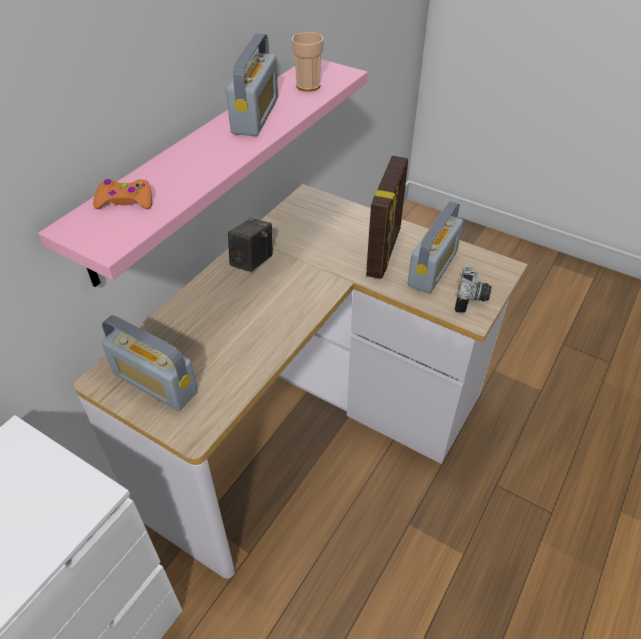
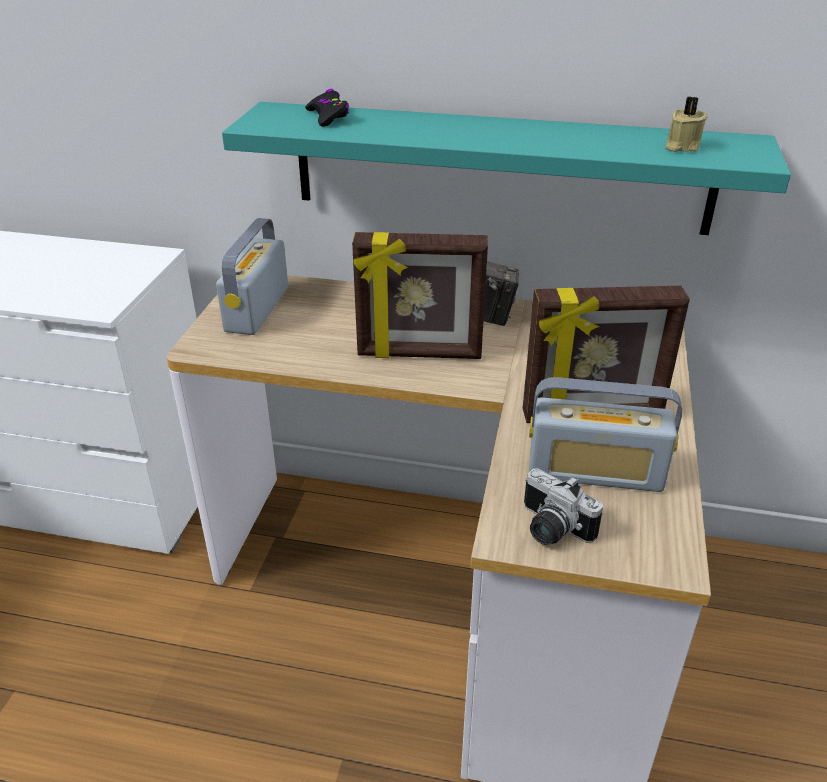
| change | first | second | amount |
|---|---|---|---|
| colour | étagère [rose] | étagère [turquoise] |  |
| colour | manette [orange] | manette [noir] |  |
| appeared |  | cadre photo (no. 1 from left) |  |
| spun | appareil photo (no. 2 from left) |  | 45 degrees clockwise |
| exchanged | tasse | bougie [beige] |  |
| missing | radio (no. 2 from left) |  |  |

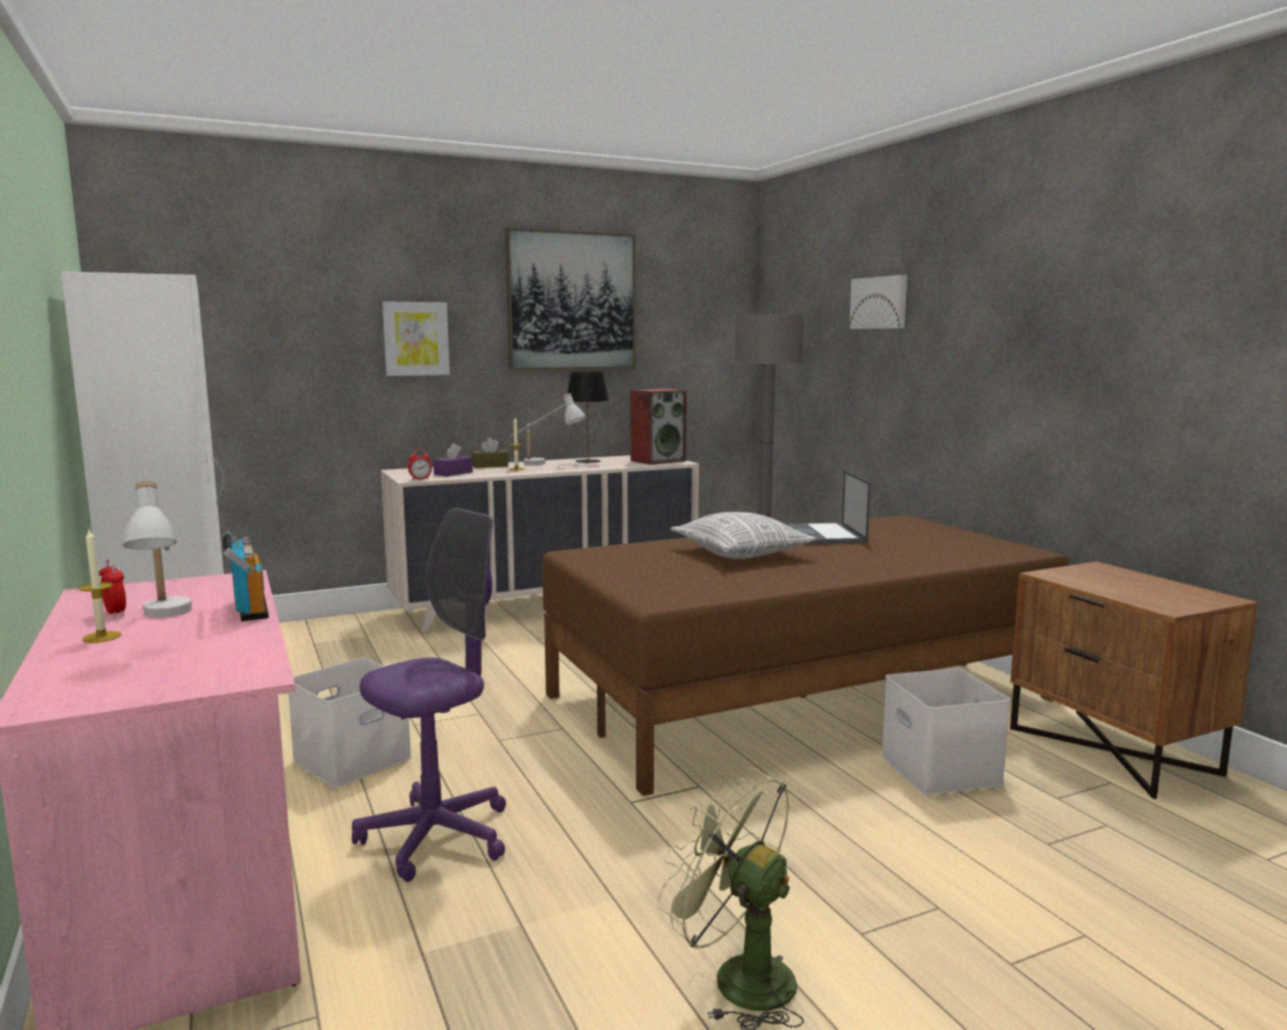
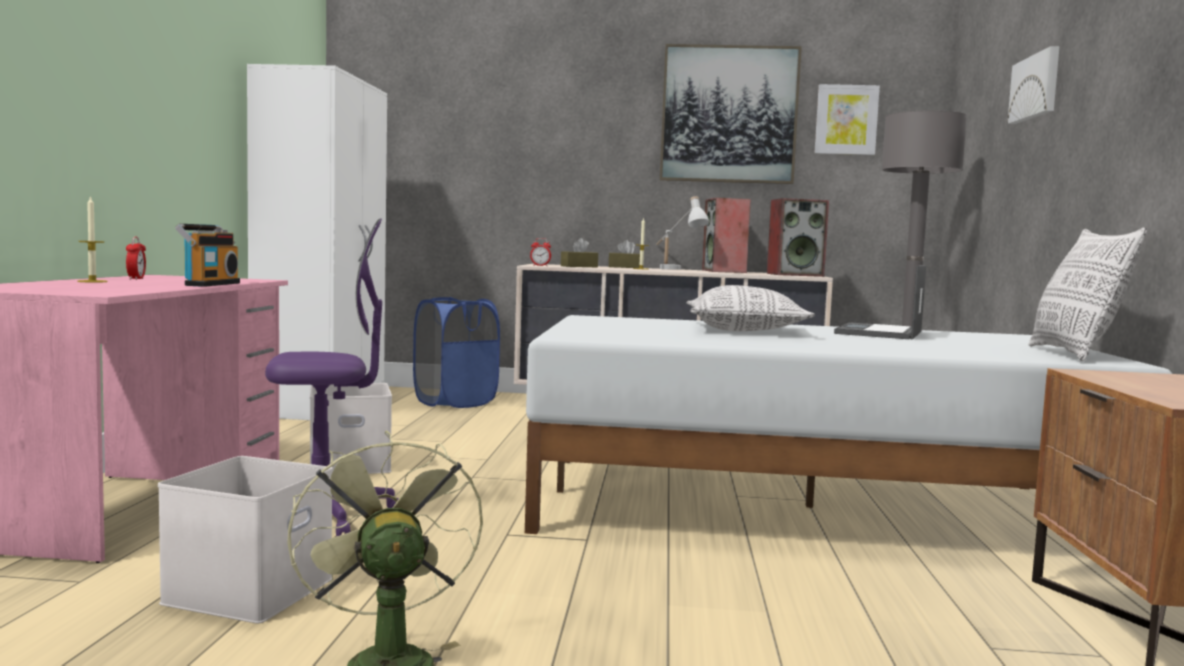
| change | first | second | amount |
|---|---|---|---|
| relocated | boîte de rangement [blanc] (no. 2 from left in the first image) | boîte de rangement [blanc] (no. 1 from left) |  |
| appeared |  | panier à linge [bleu] |  |
| colour | lit [marron] | lit [blanc] |  |
| colour | boîte à mouchoirs [violet] | boîte à mouchoirs [marron] (no. 1 from left) |  |
| exchanged | lampe de table [noir] | enceinte (no. 1 from left) |  |
| relocated | tableau (no. 1 from left in the first image) | tableau (no. 2 from left) |  |
| appeared |  | coussin (no. 2 from left) |  |
| missing | lampe de table [blanc] (no. 1 from left) |  |  |

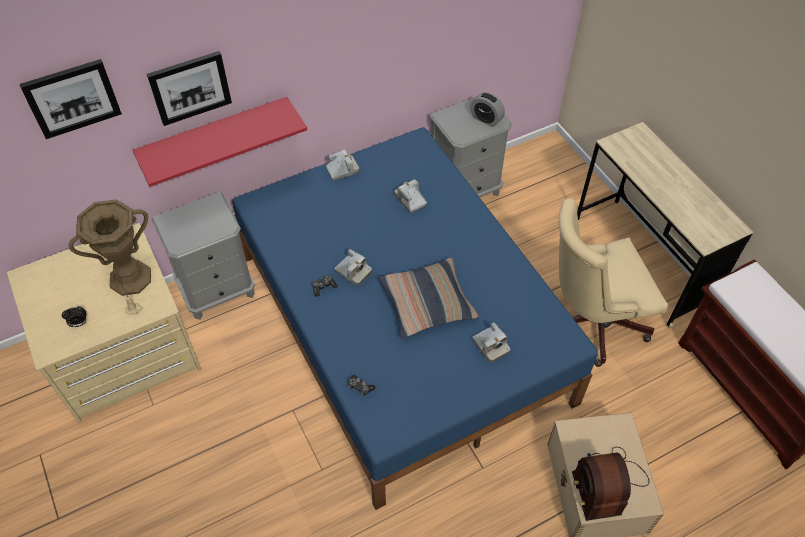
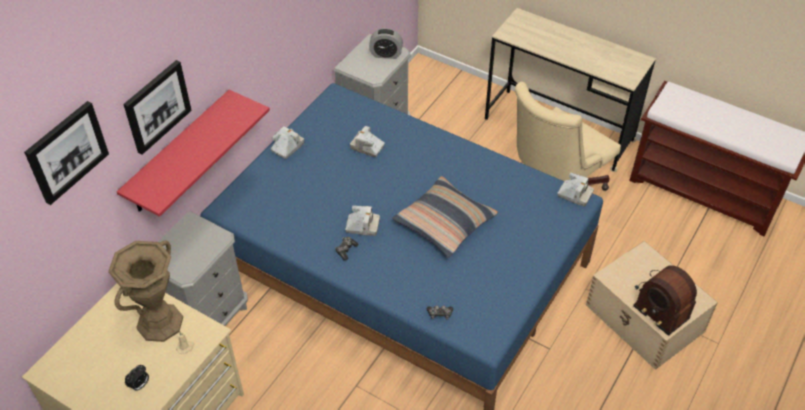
| change | first | second | amount |
|---|---|---|---|
| relocated | appareil photo (no. 4 from left) |  |  |

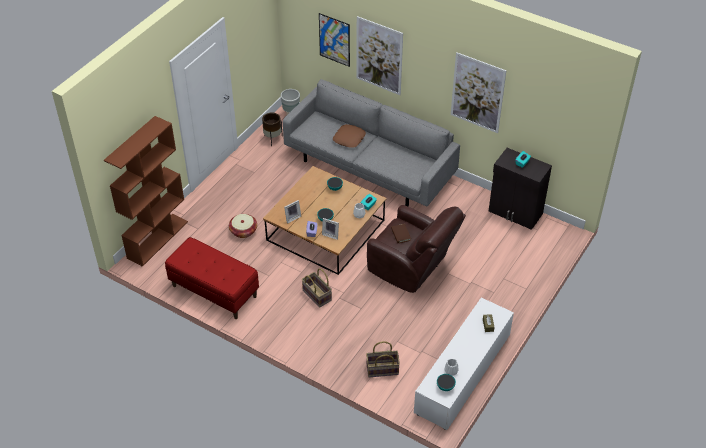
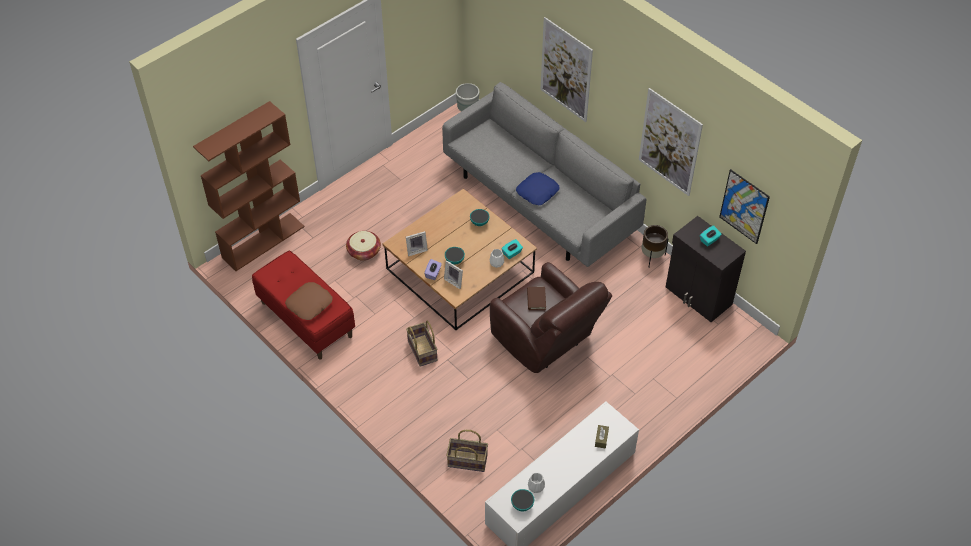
| change | first | second | amount |
|---|---|---|---|
| relocated | coussin [marron] |  |  |
| appeared |  | coussin [bleu] |  |
| relocated | cache-pot [marron] |  |  |
| relocated | tableau (no. 1 from left in the first image) | tableau (no. 3 from left) |  |

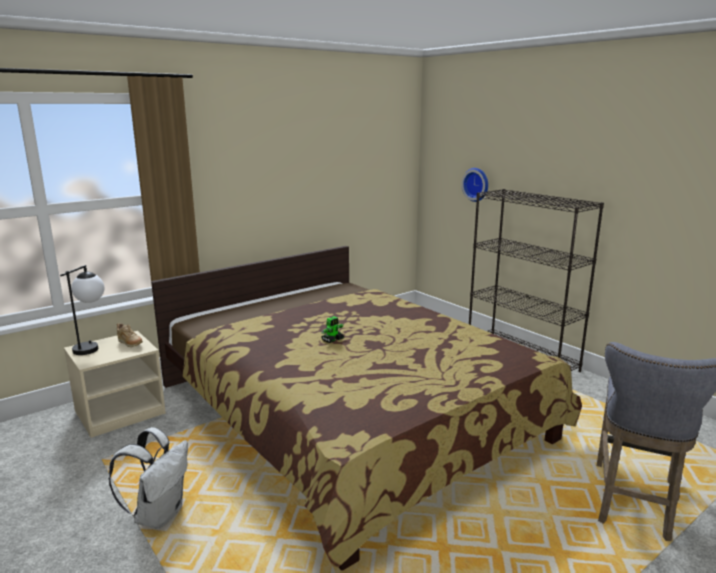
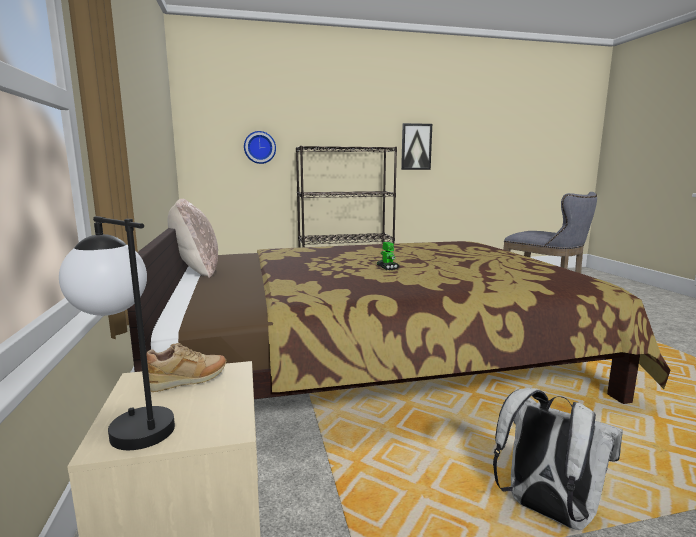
| change | first | second | amount |
|---|---|---|---|
| appeared |  | coussin [beige] |  |
| appeared |  | tableau |  |

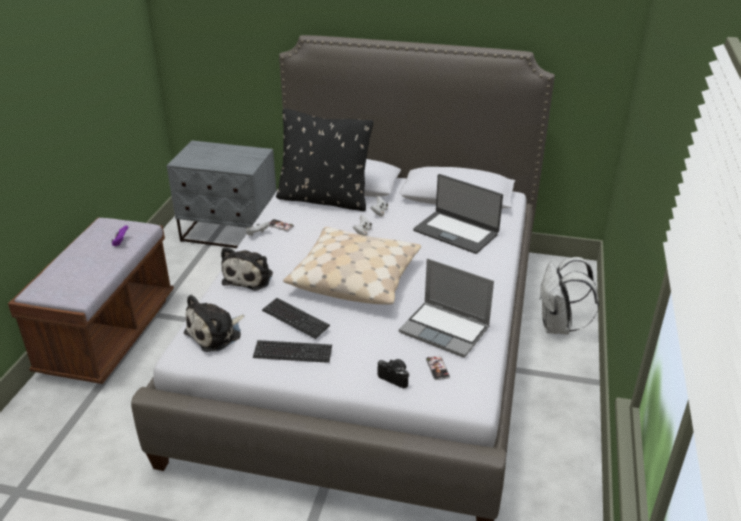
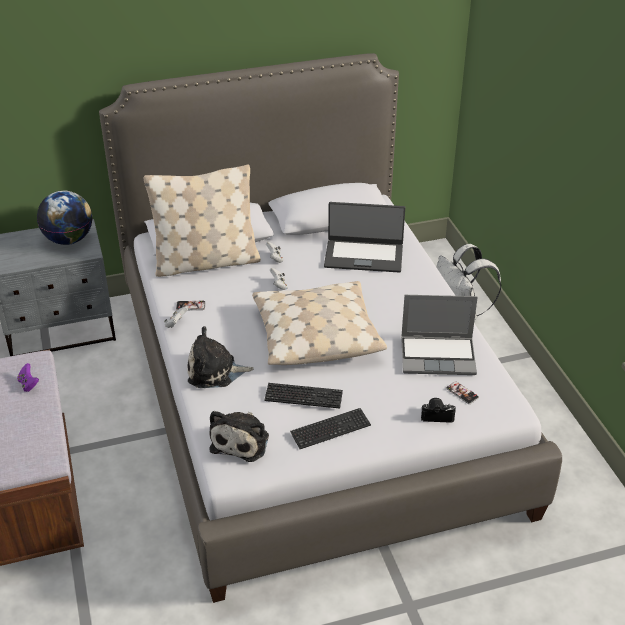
| change | first | second | amount |
|---|---|---|---|
| appeared |  | globe |  |
| colour | coussin [noir] | coussin [beige] (no. 1 from left) |  |
| spun | peluche (no. 2 from left in the first image) | peluche (no. 1 from left) | 105 degrees clockwise |

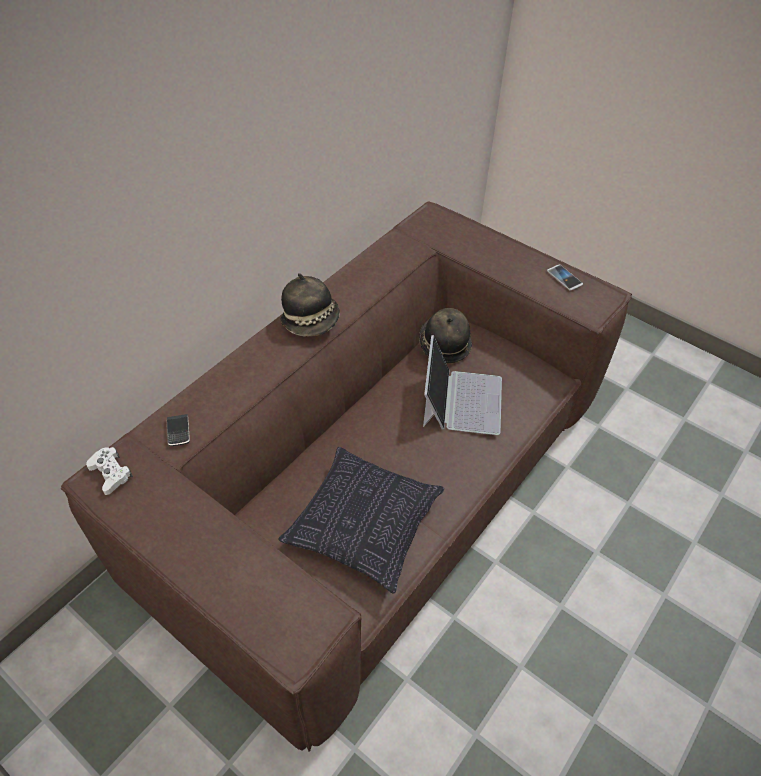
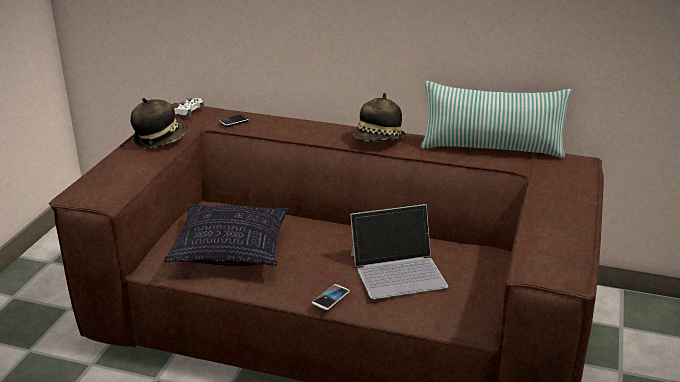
| change | first | second | amount |
|---|---|---|---|
| relocated | chapeau (no. 2 from left in the first image) | chapeau (no. 1 from left) |  |
| relocated | téléphone (no. 2 from left) |  |  |
| appeared |  | coussin (no. 2 from left) |  |

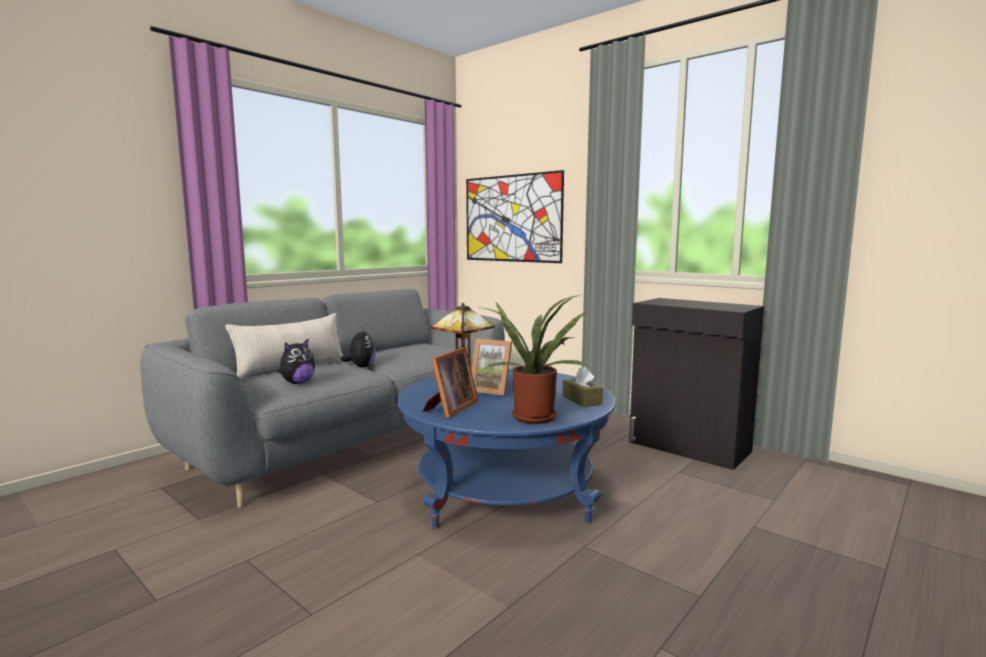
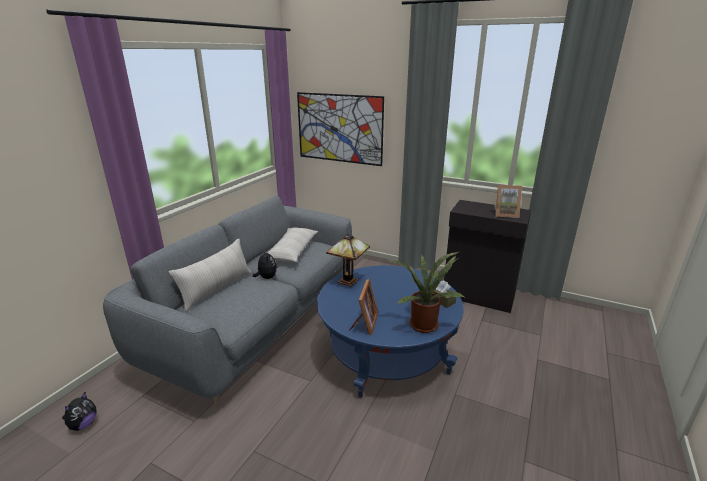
| change | first | second | amount |
|---|---|---|---|
| relocated | peluche (no. 1 from left) |  |  |
| appeared |  | coussin [beige] (no. 2 from left) |  |
| relocated | cadre photo (no. 2 from left) |  |  |

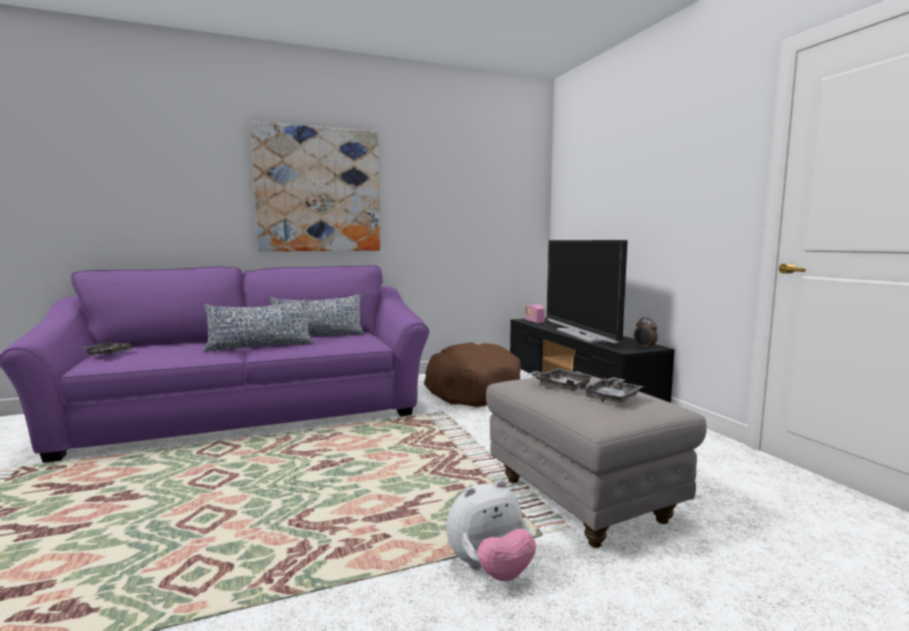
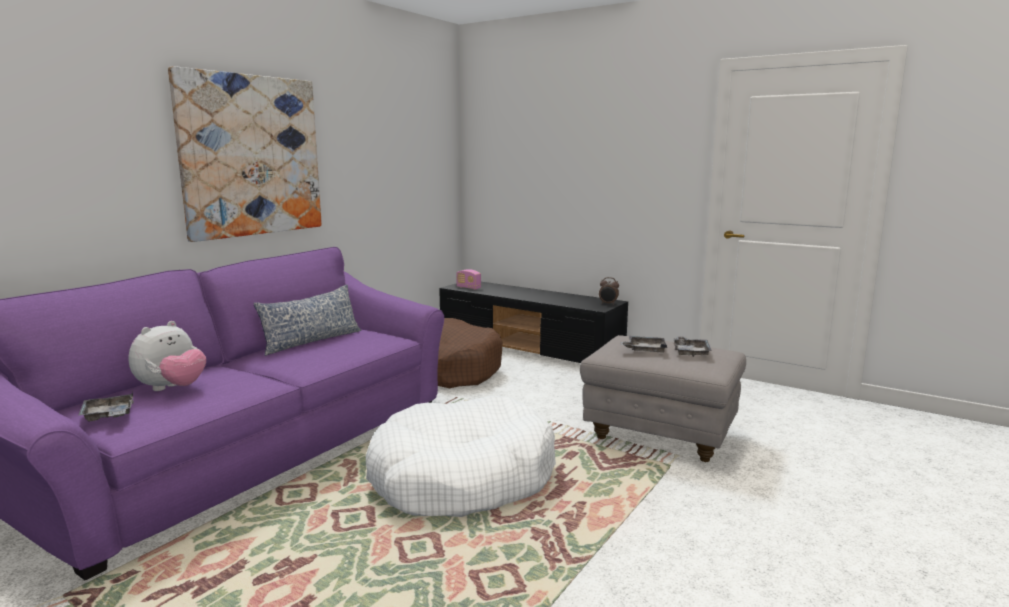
| change | first | second | amount |
|---|---|---|---|
| relocated | peluche |  |  |
| appeared |  | panier pour chien [blanc] |  |
| missing | coussin (no. 1 from left) |  |  |
| missing | téléviseur |  |  |

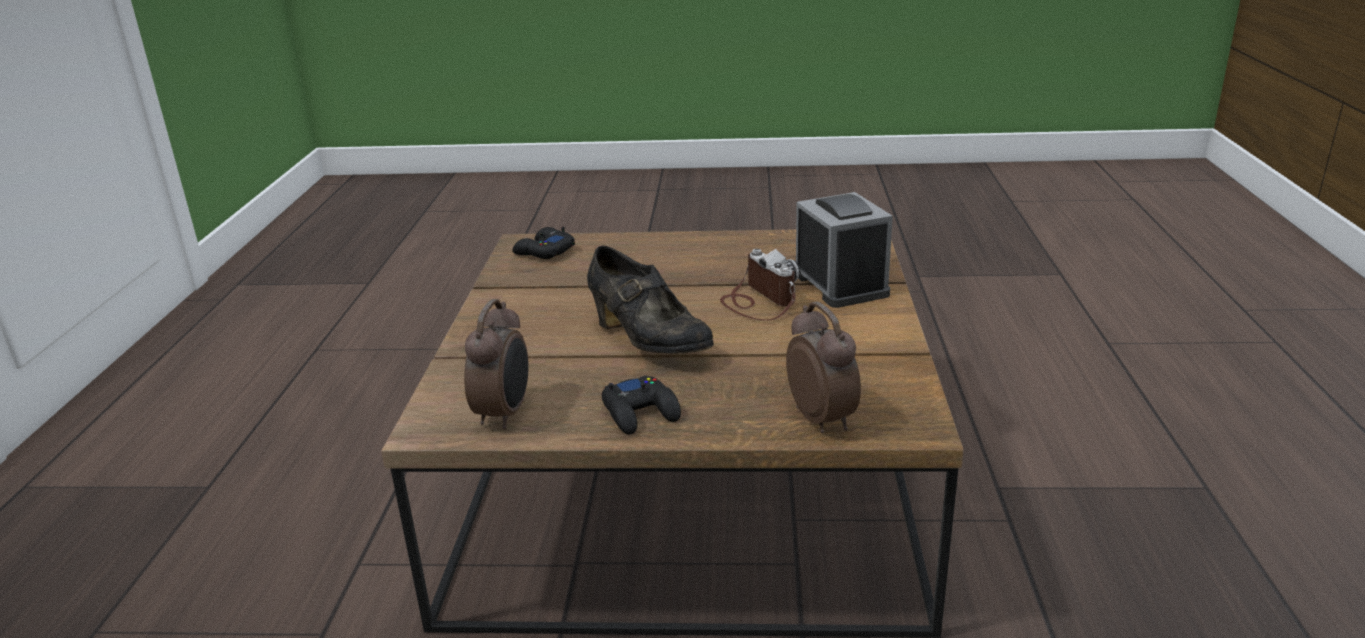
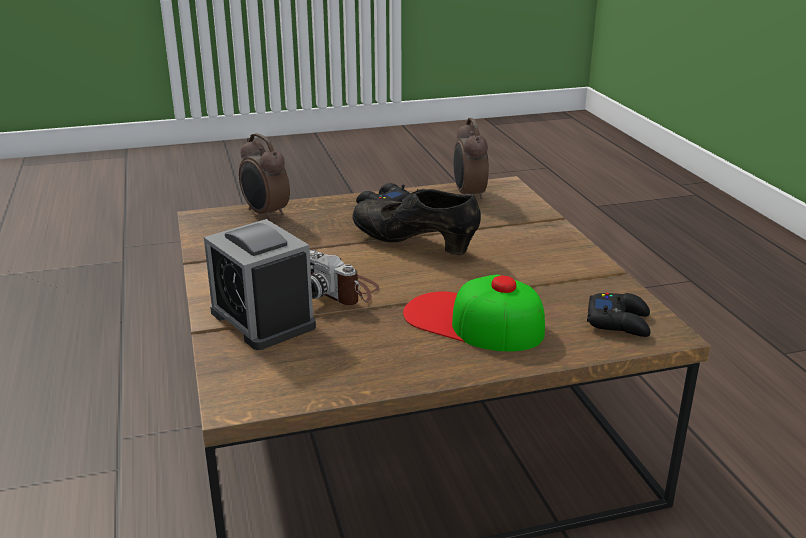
| change | first | second | amount |
|---|---|---|---|
| appeared |  | casquette |  |

